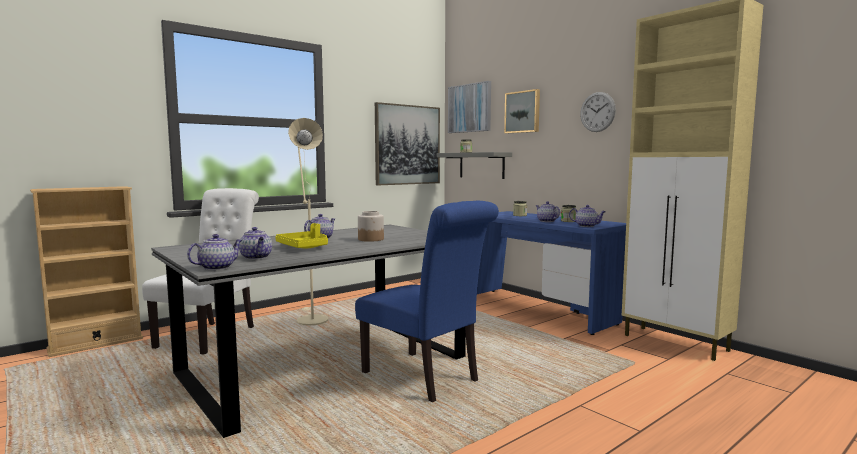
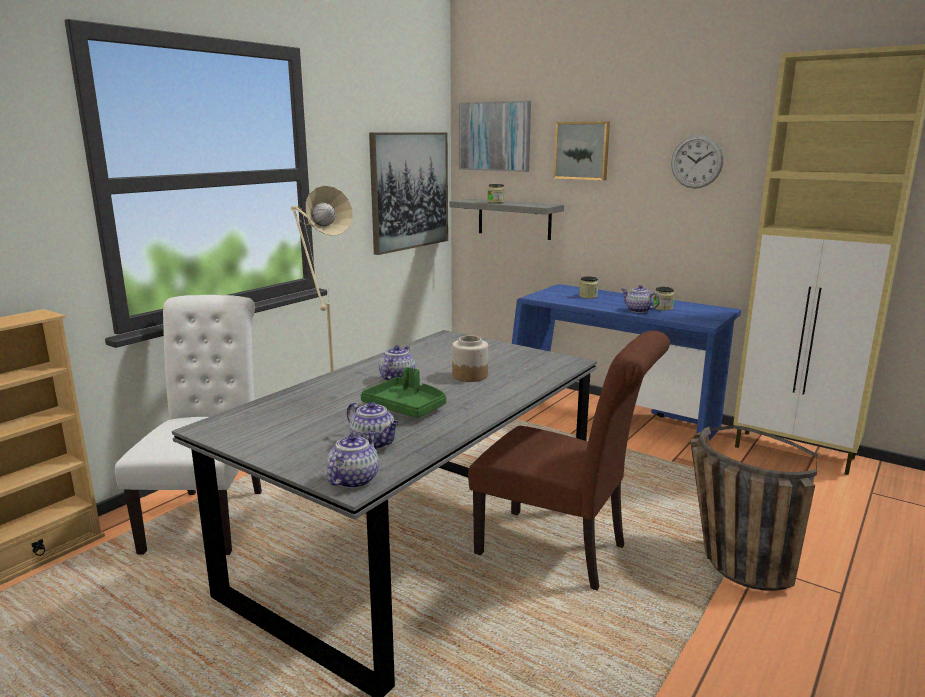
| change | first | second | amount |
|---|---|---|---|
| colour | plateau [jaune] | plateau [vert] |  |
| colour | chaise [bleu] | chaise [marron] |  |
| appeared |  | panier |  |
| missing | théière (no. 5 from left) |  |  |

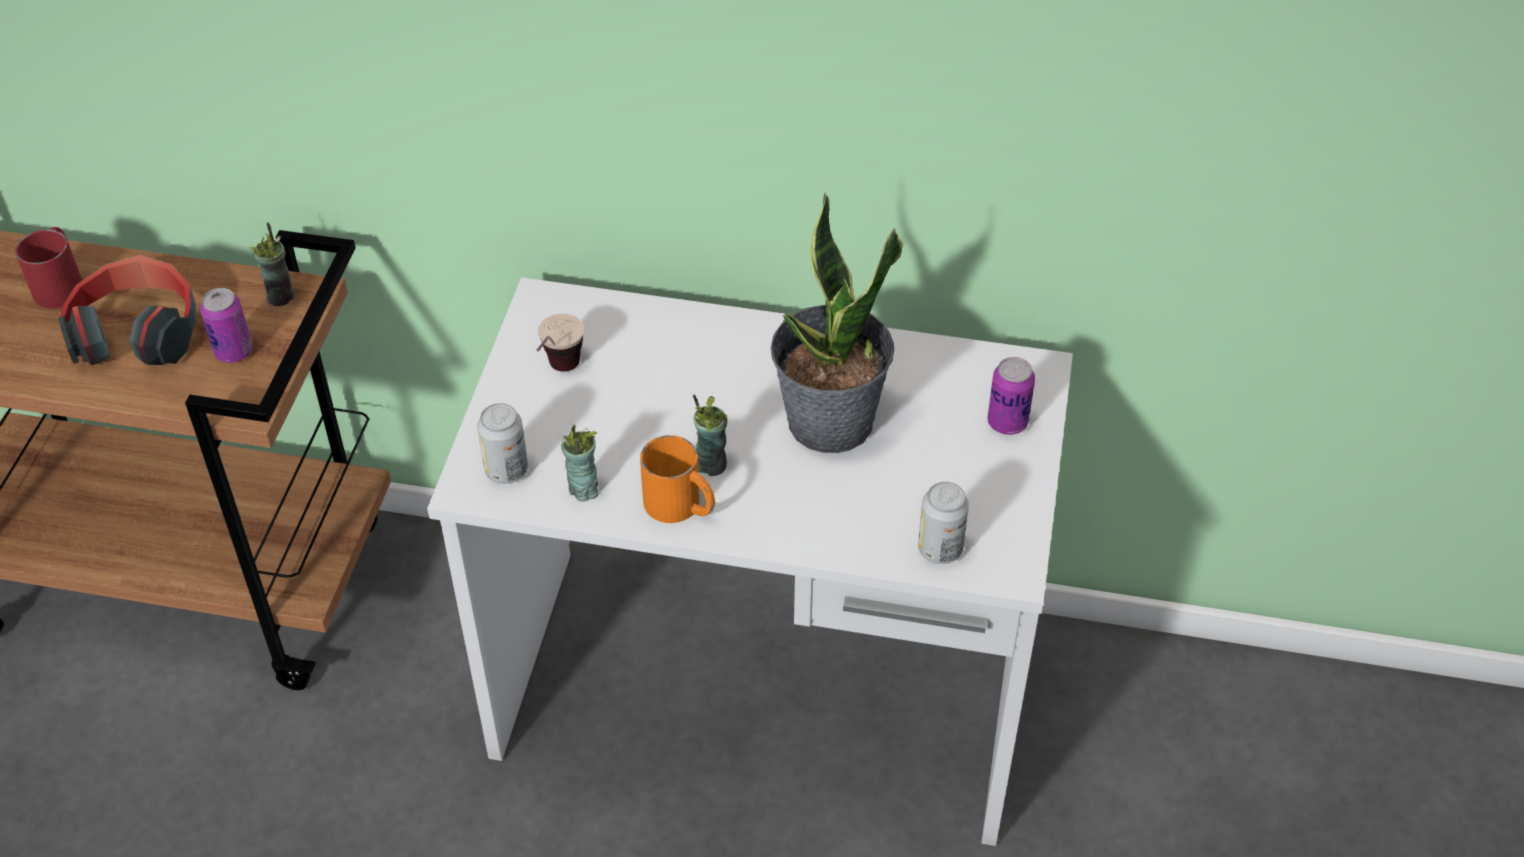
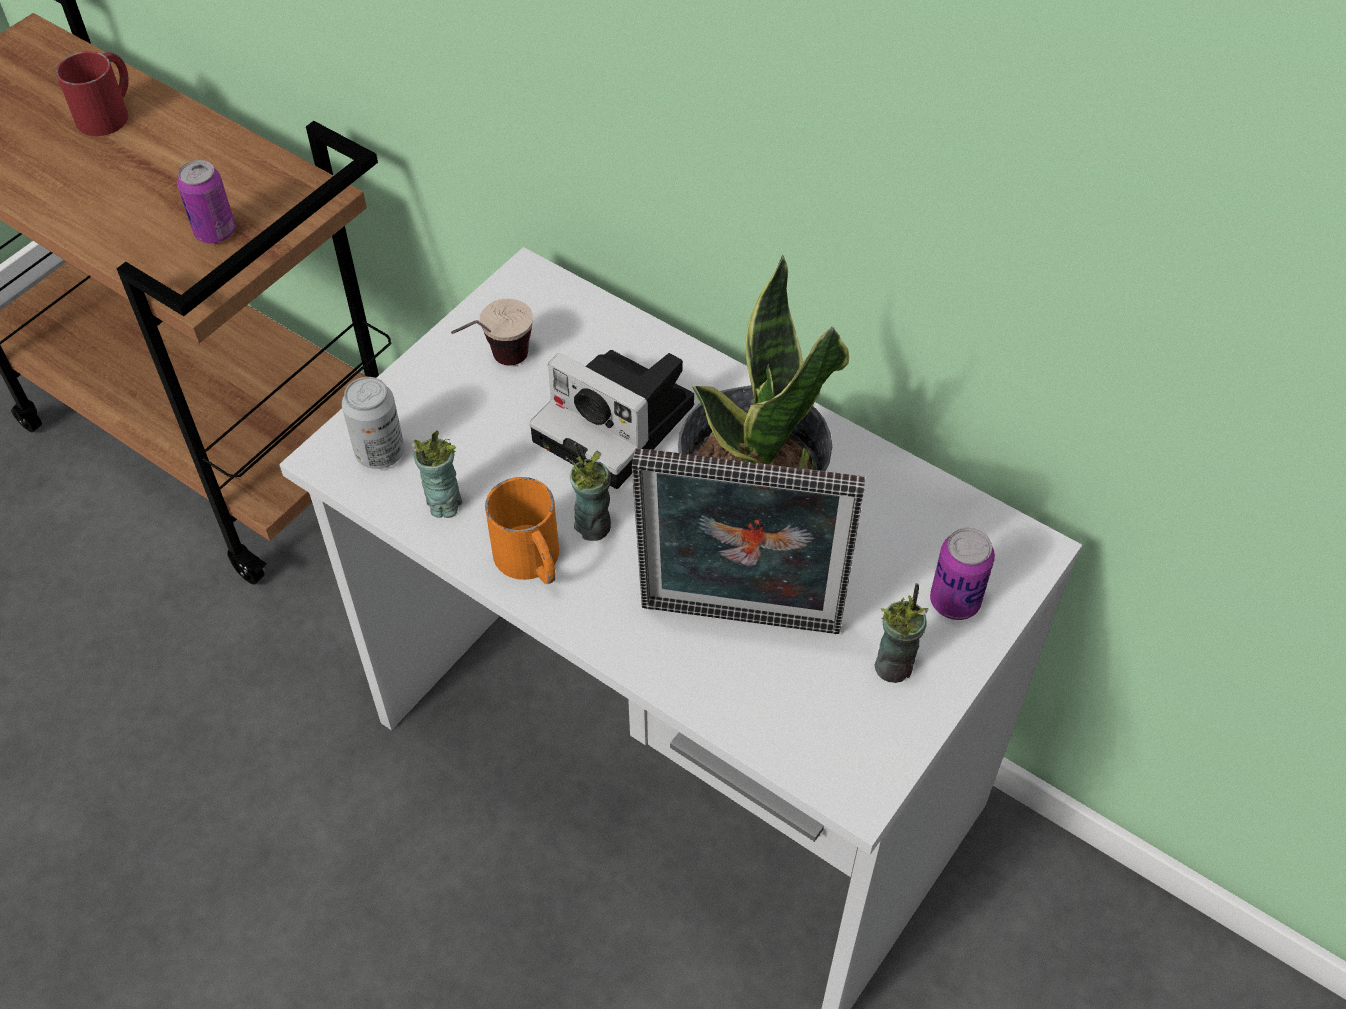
| change | first | second | amount |
|---|---|---|---|
| appeared |  | appareil photo |  |
| appeared |  | cadre photo |  |
| relocated | tasse (no. 1 from left in the first image) | tasse (no. 4 from left) |  |
| missing | casque audio |  |  |
| missing | boîte métallique (no. 3 from left) |  |  |

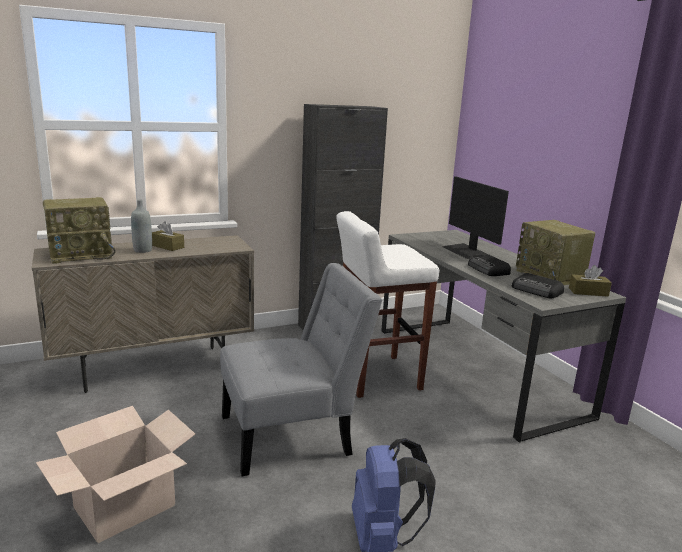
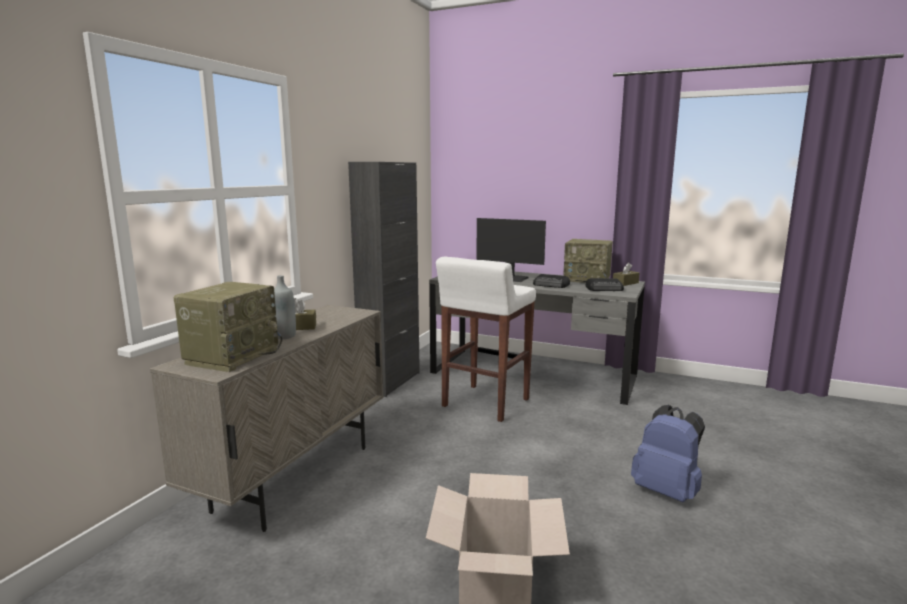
| change | first | second | amount |
|---|---|---|---|
| missing | chaise [gris] |  |  |

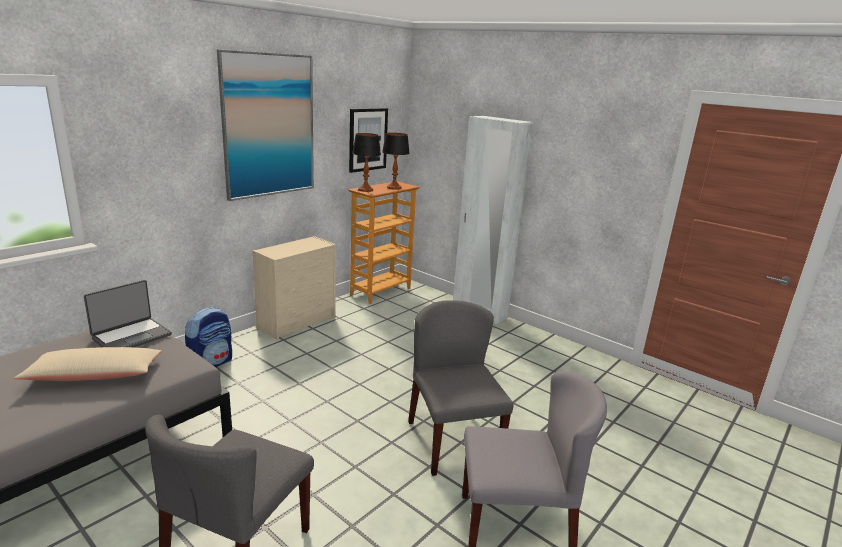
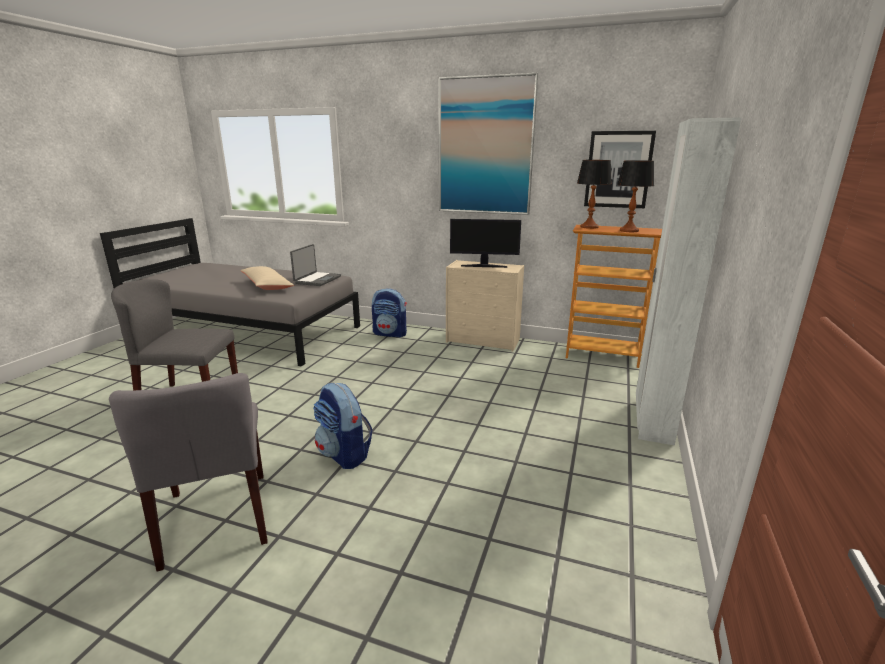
| change | first | second | amount |
|---|---|---|---|
| spun | ordinateur portable |  | 90 degrees counterclockwise |
| exchanged | chaise [gris] (no. 2 from left) | sac à dos (no. 1 from left) |  |
| appeared |  | écran d'ordinateur |  |

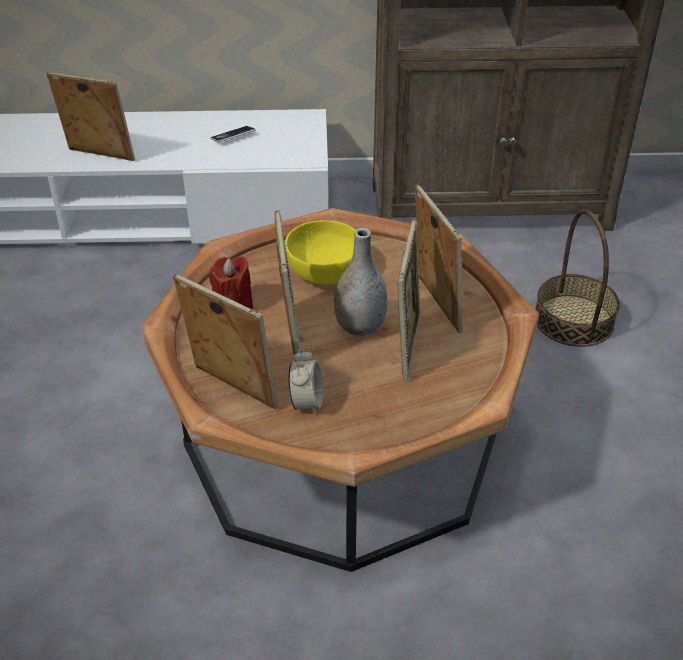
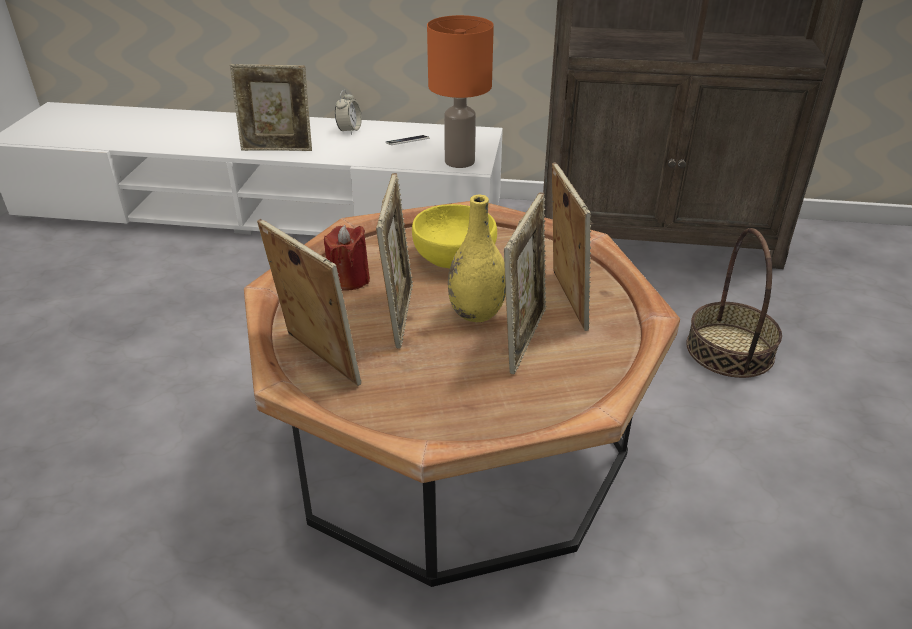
| change | first | second | amount |
|---|---|---|---|
| spun | cadre photo (no. 1 from left) |  | 150 degrees clockwise |
| relocated | réveil |  |  |
| appeared |  | lampe de table [orange] |  |
| colour | vase [gris] | vase [jaune] |  |

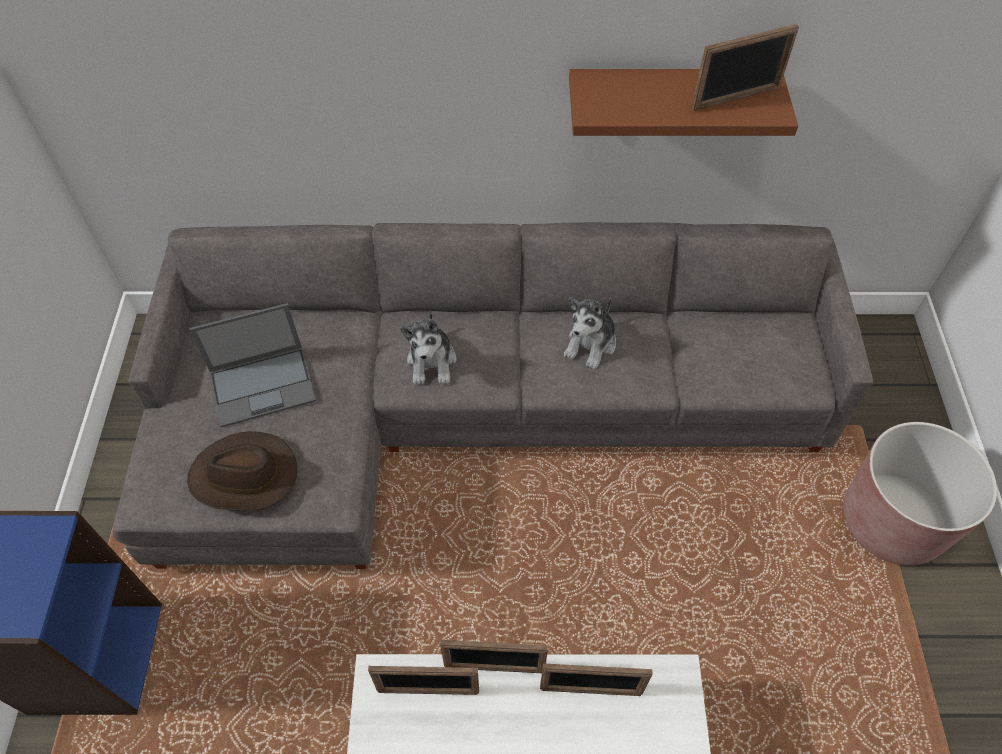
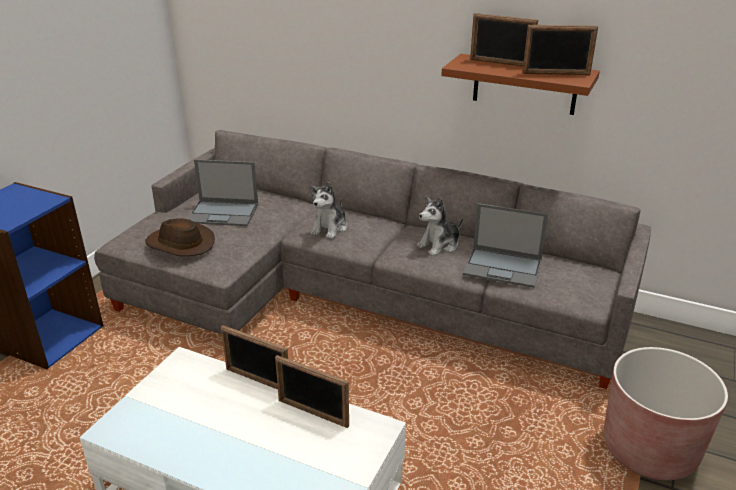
| change | first | second | amount |
|---|---|---|---|
| appeared |  | ordinateur portable (no. 2 from left) |  |
| relocated | cadre photo (no. 1 from left in the first image) | cadre photo (no. 3 from left) |  |

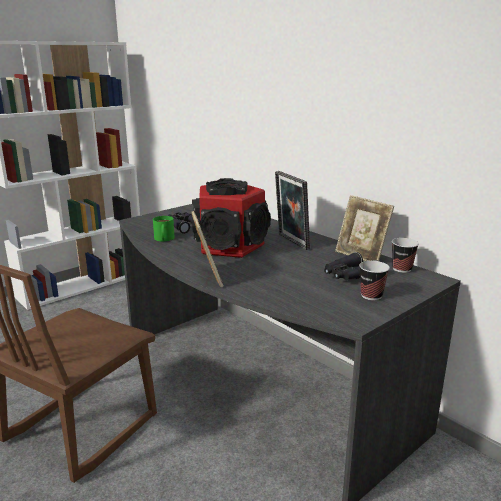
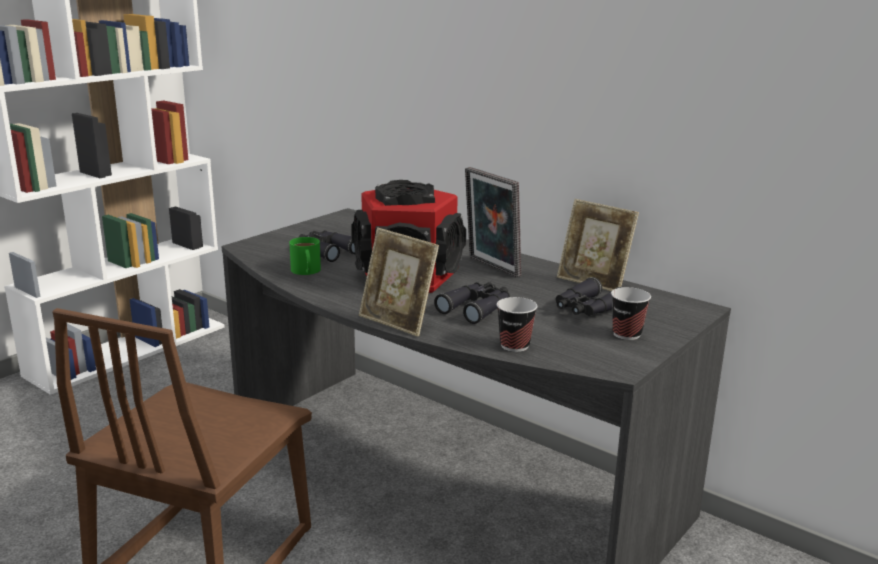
| change | first | second | amount |
|---|---|---|---|
| spun | cadre photo (no. 1 from left) |  | 150 degrees clockwise |
| appeared |  | jumelles [noir] (no. 2 from left) |  |
| relocated | tasse (no. 2 from left in the first image) | tasse (no. 1 from left) |  |

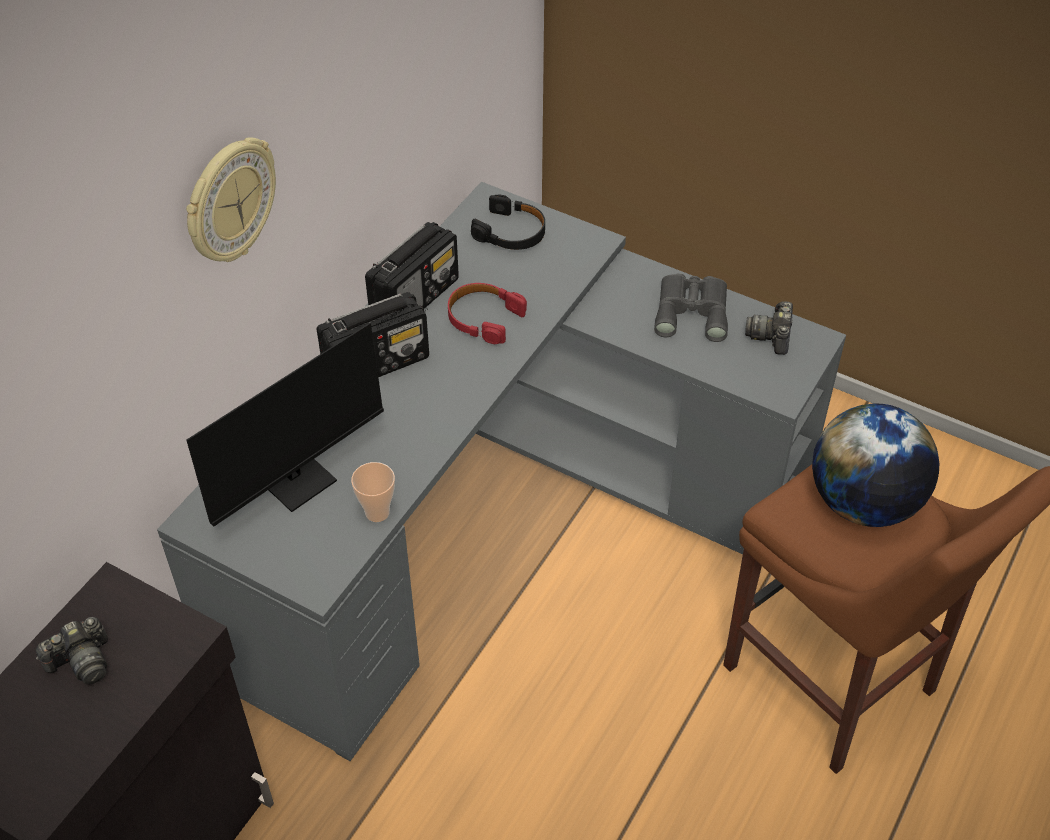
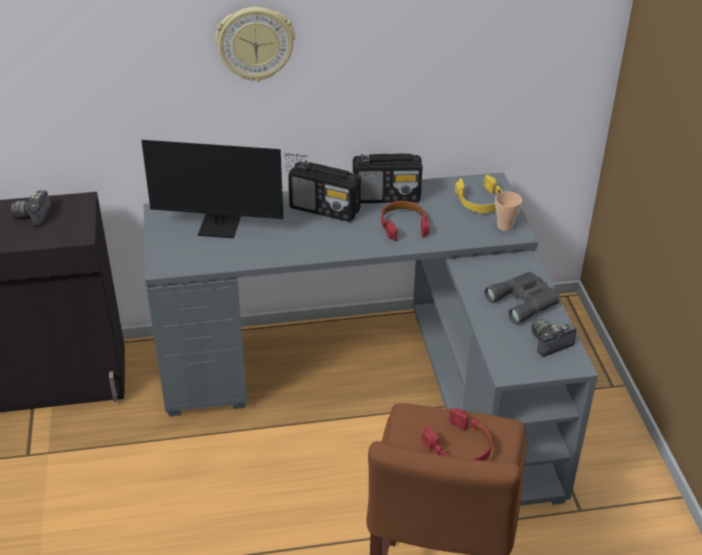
| change | first | second | amount |
|---|---|---|---|
| spun | appareil photo (no. 1 from left) |  | 75 degrees clockwise |
| exchanged | globe | casque audio [rouge] (no. 2 from left) |  |
| colour | casque audio [noir] | casque audio [jaune] |  |
| relocated | tasse |  |  |

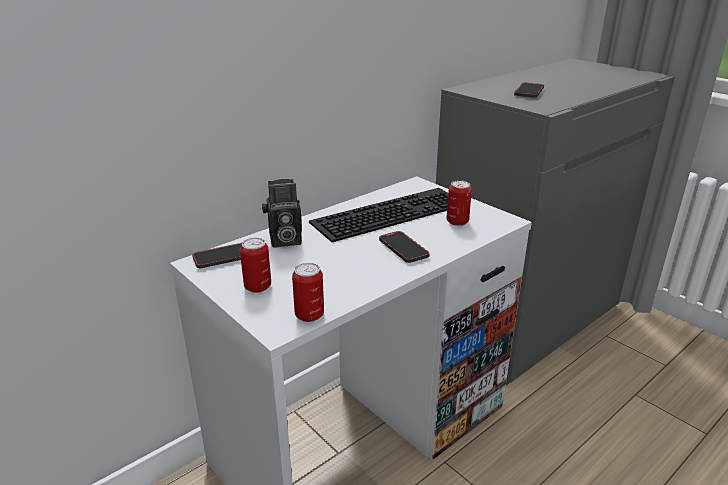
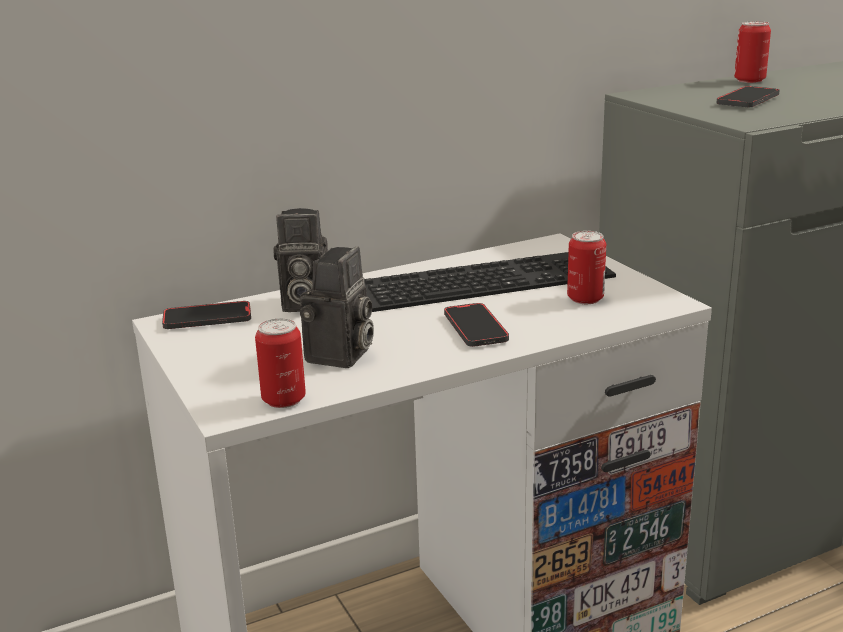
| change | first | second | amount |
|---|---|---|---|
| appeared |  | appareil photo (no. 2 from left) |  |
| relocated | boîte métallique (no. 1 from left in the first image) | boîte métallique (no. 3 from left) |  |

